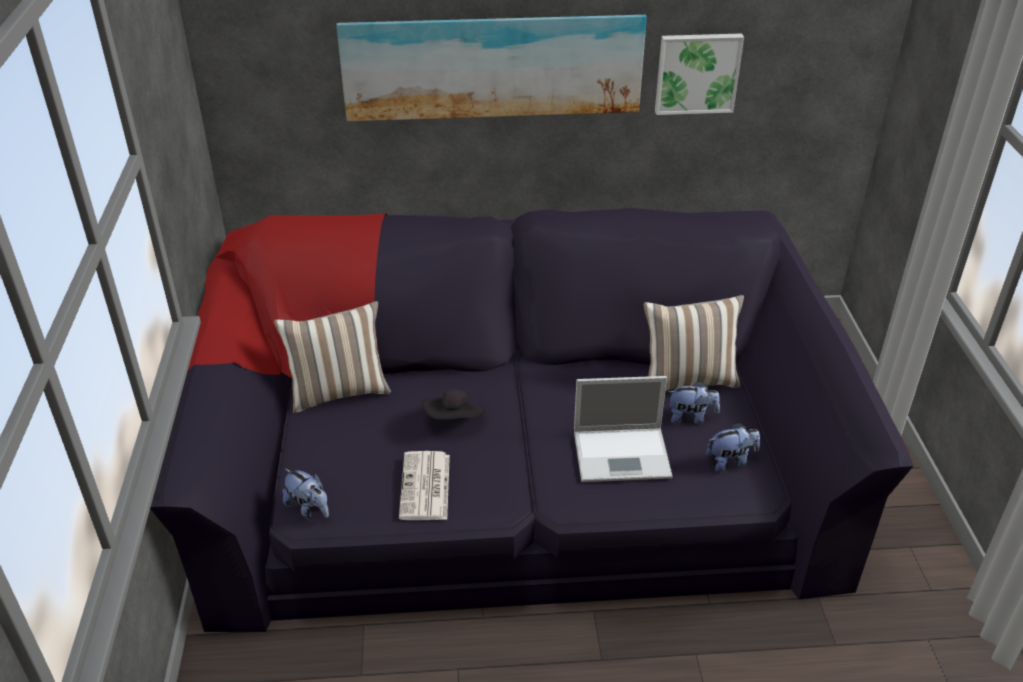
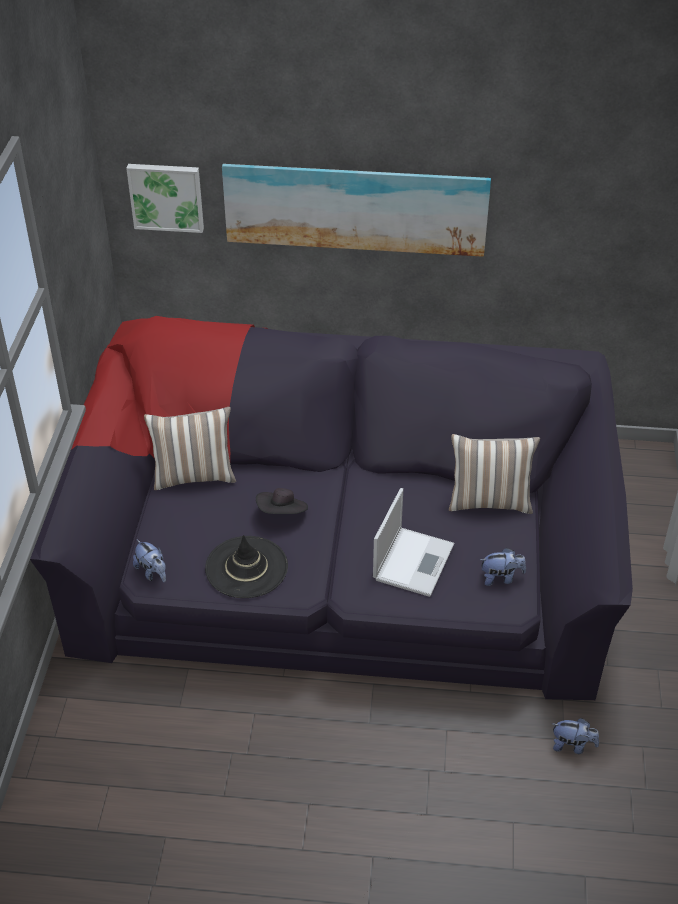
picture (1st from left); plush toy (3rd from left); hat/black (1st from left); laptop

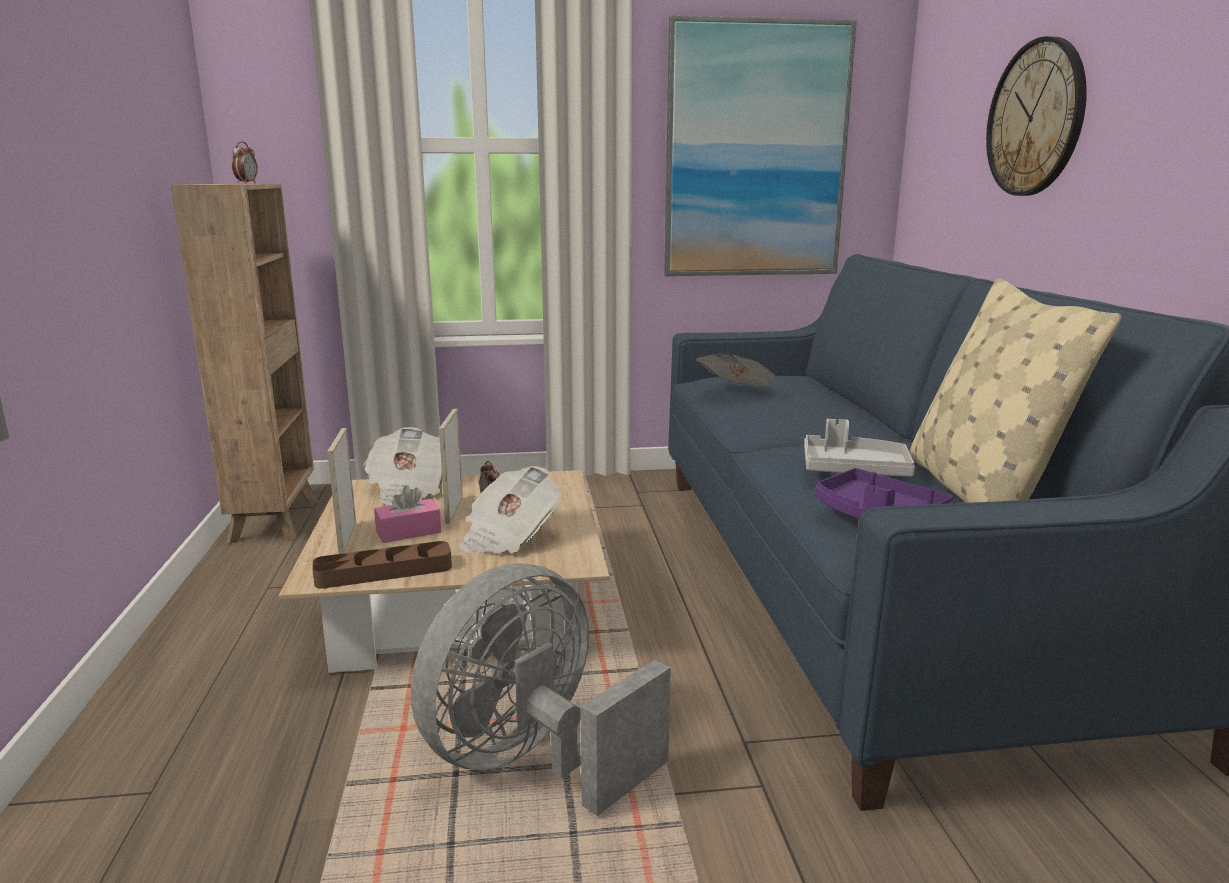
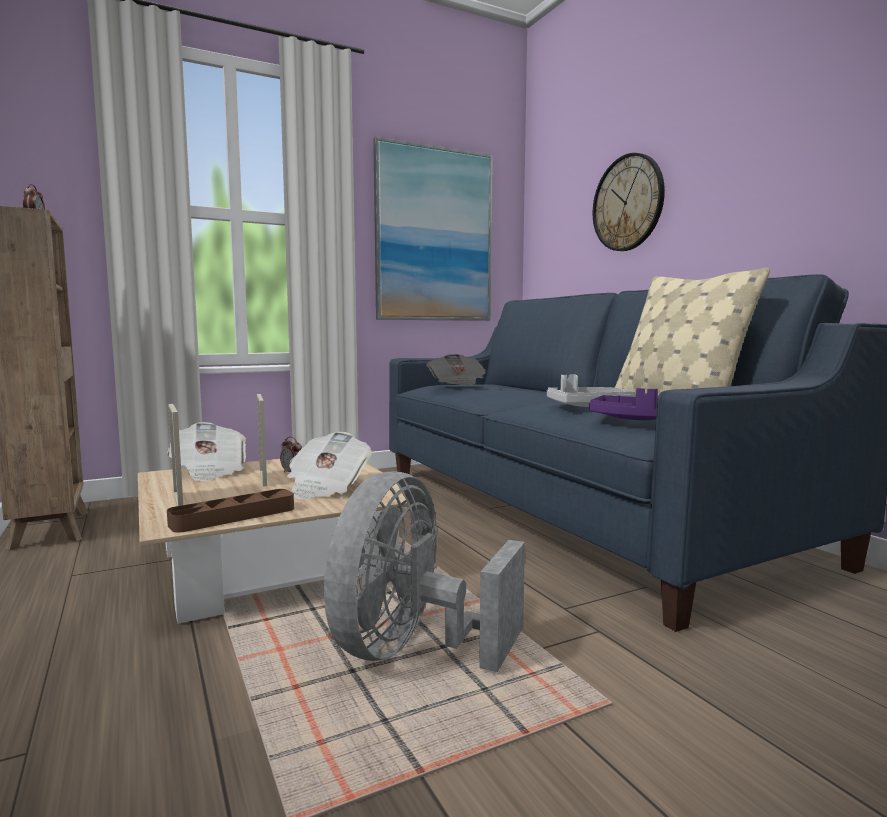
tissue box/pink

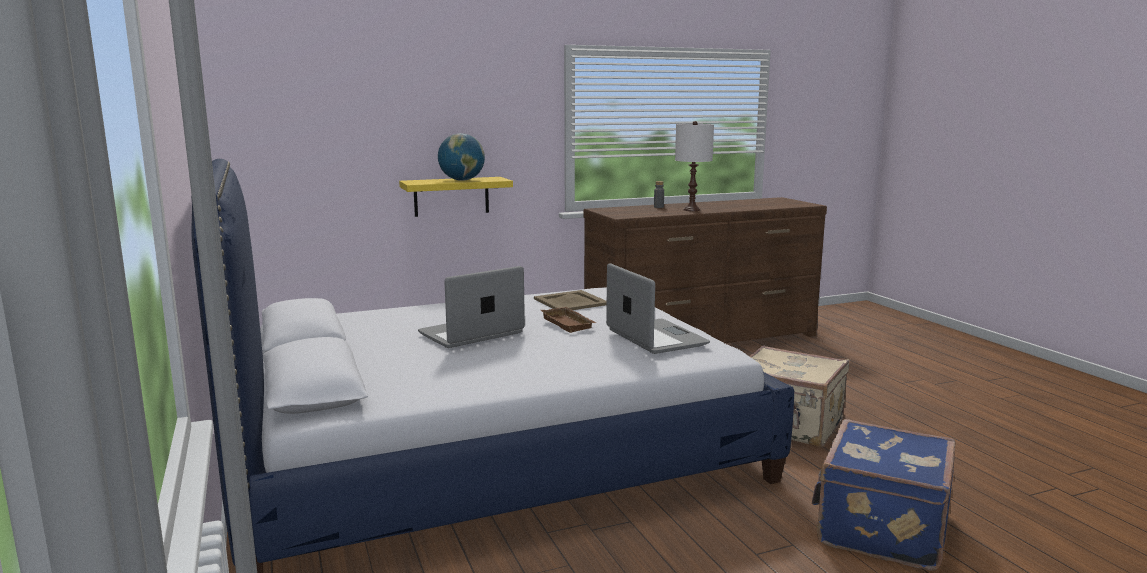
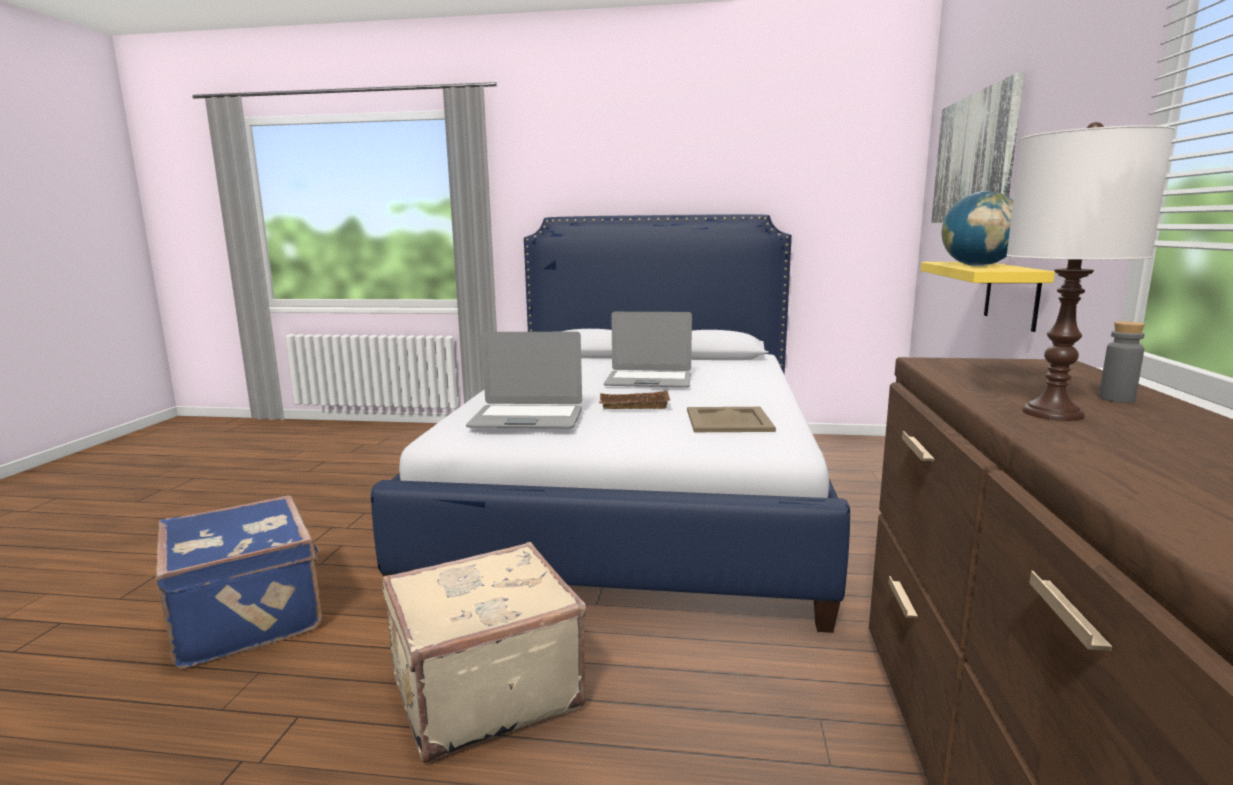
picture; laptop (2nd from left)

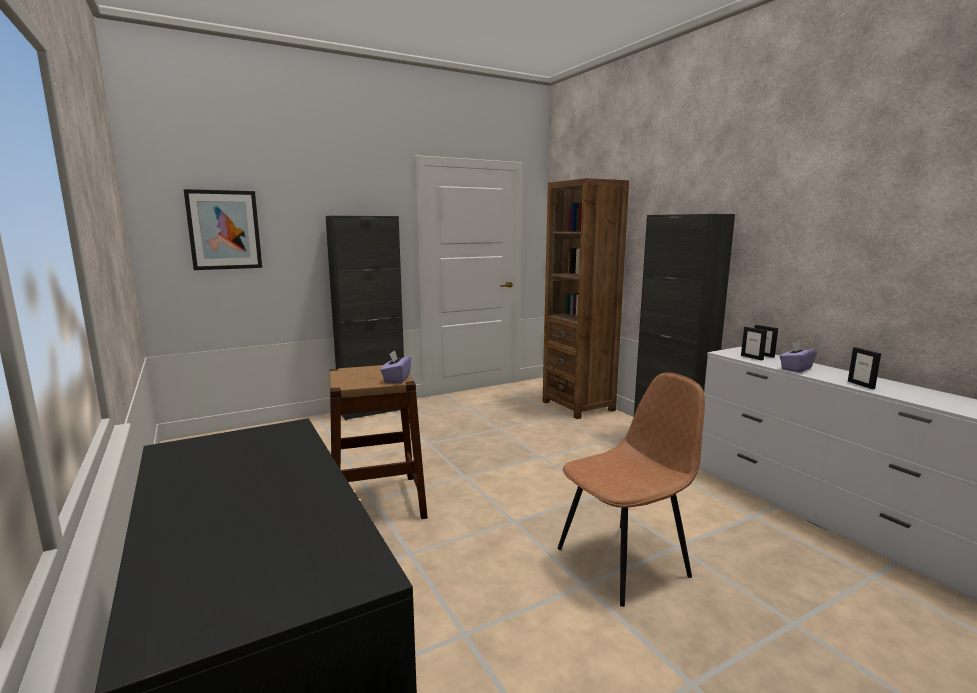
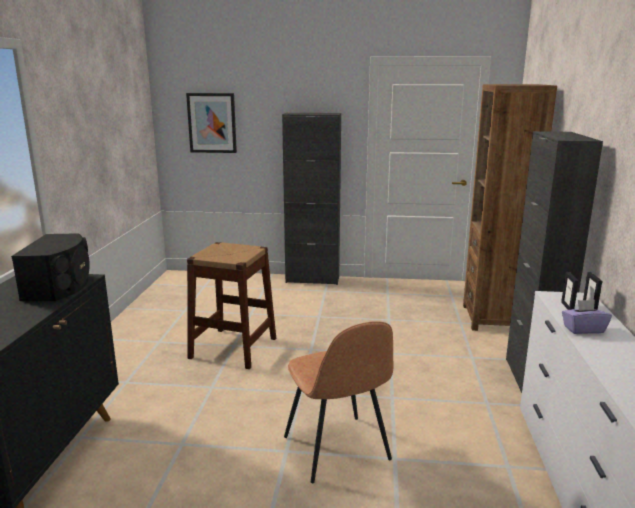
tissue box/purple (1st from left in the first image); picture frame (3rd from left in the first image); speaker/black; chair/brown

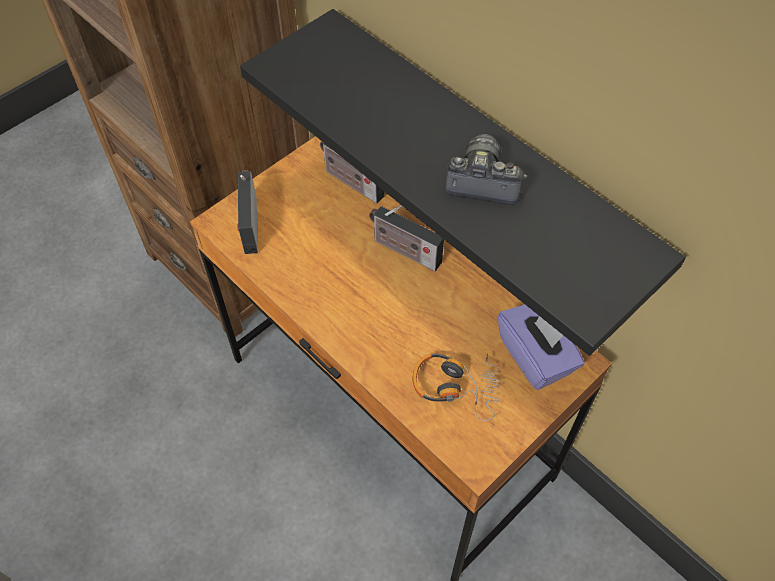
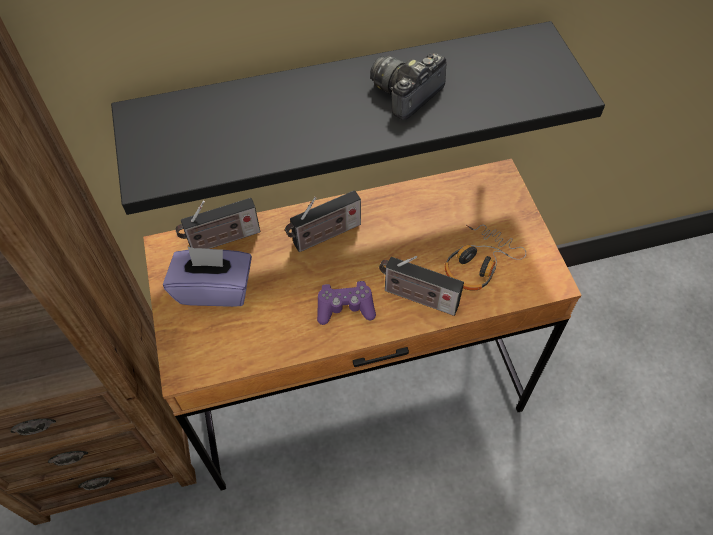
game controller/purple; radio (3rd from left); tissue box/purple

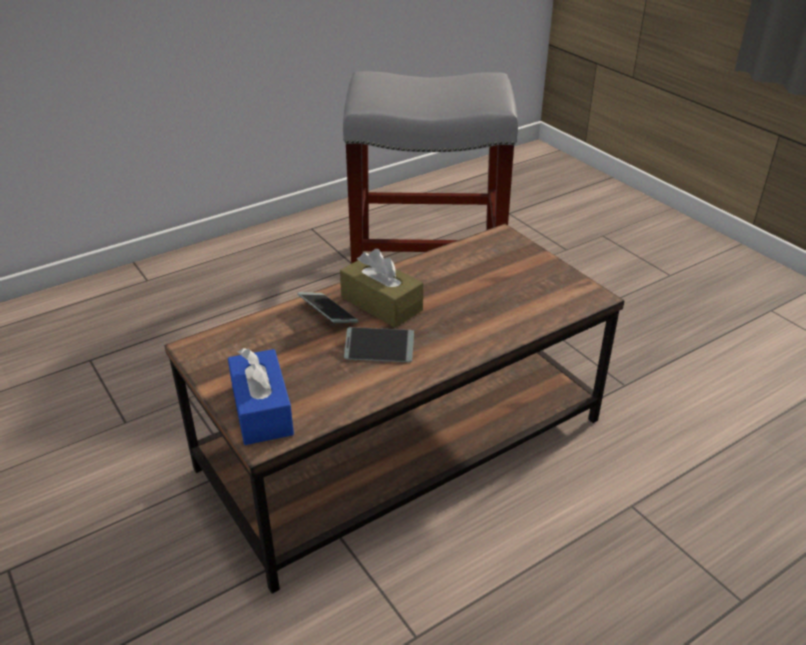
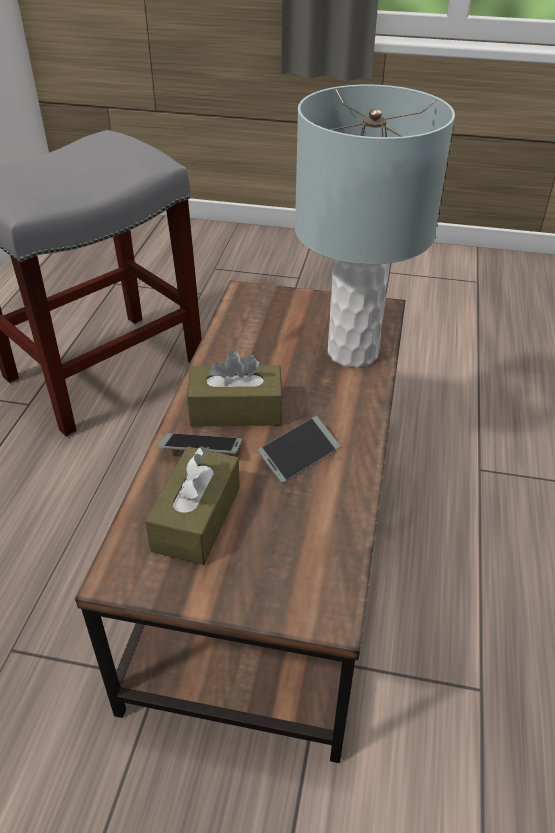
tissue box/blue; tissue box/brown (1st from left); table lamp/grey

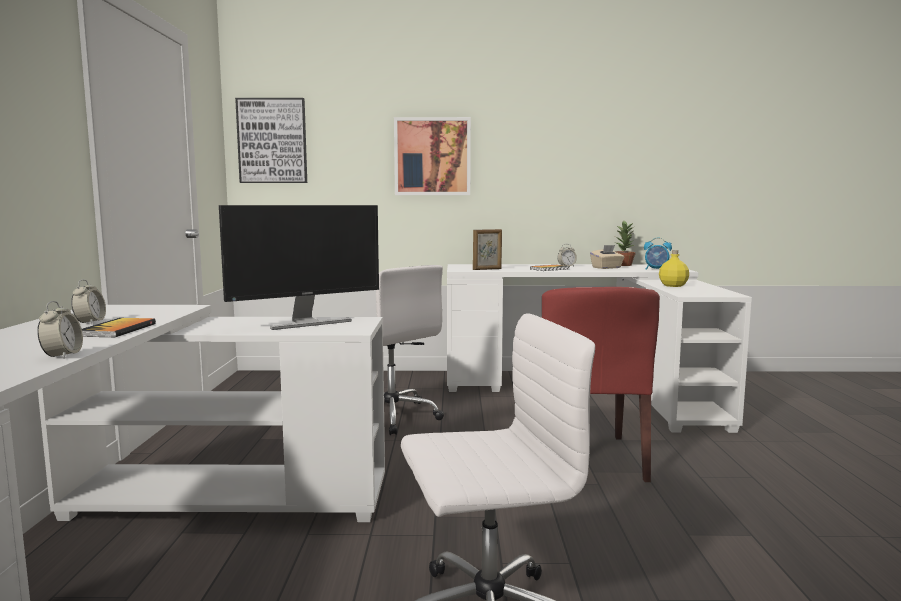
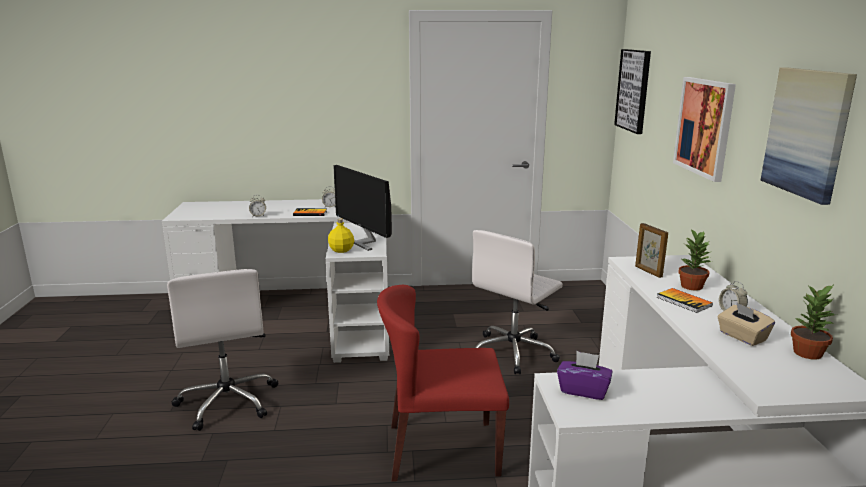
alarm clock (4th from left in the first image); tissue box/purple; potted plant (1st from left); picture (3rd from left); bottle/yellow

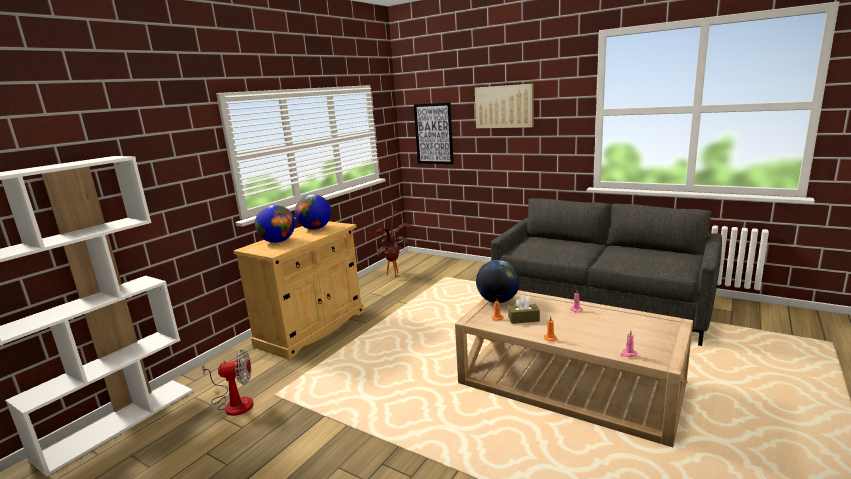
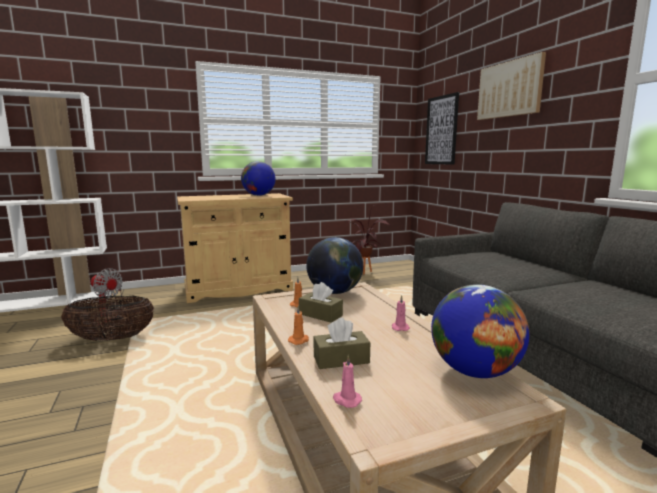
basket; tissue box/brown (2nd from left); globe (3rd from left)

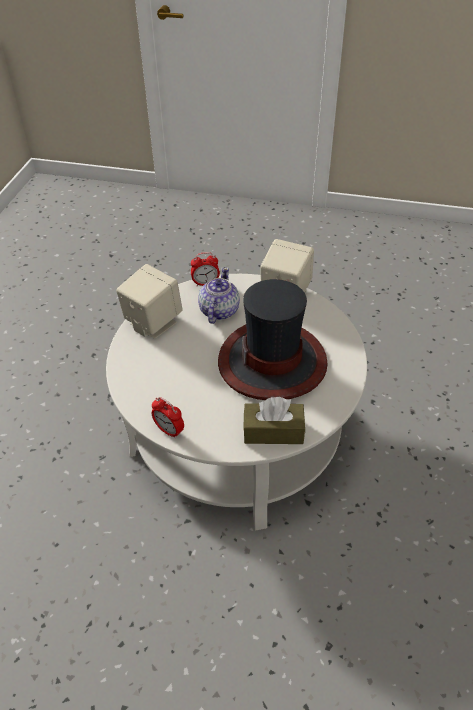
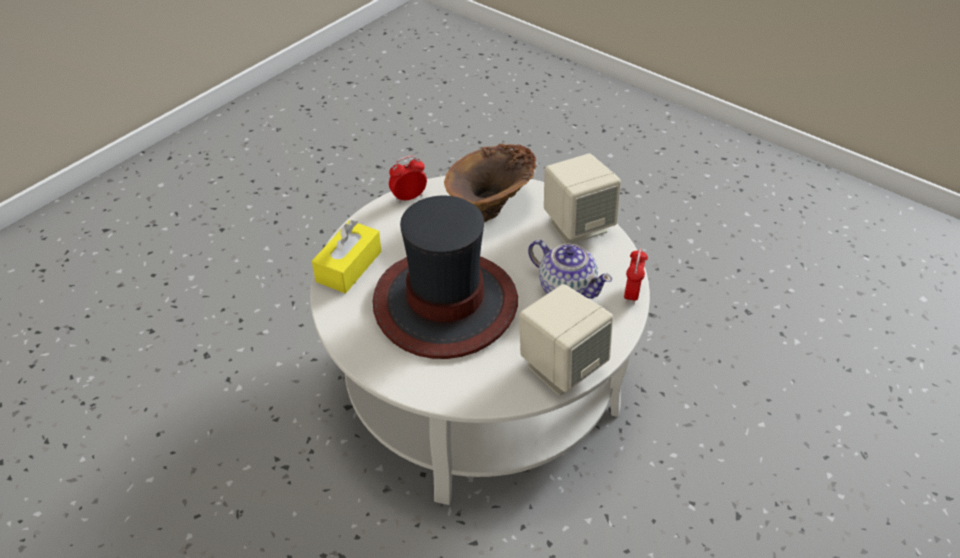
vase/brown; tissue box/yellow

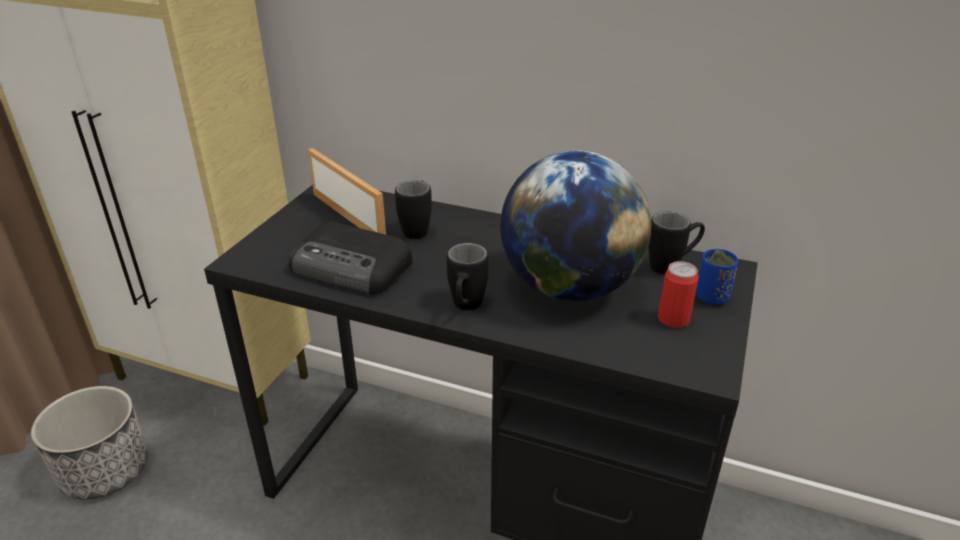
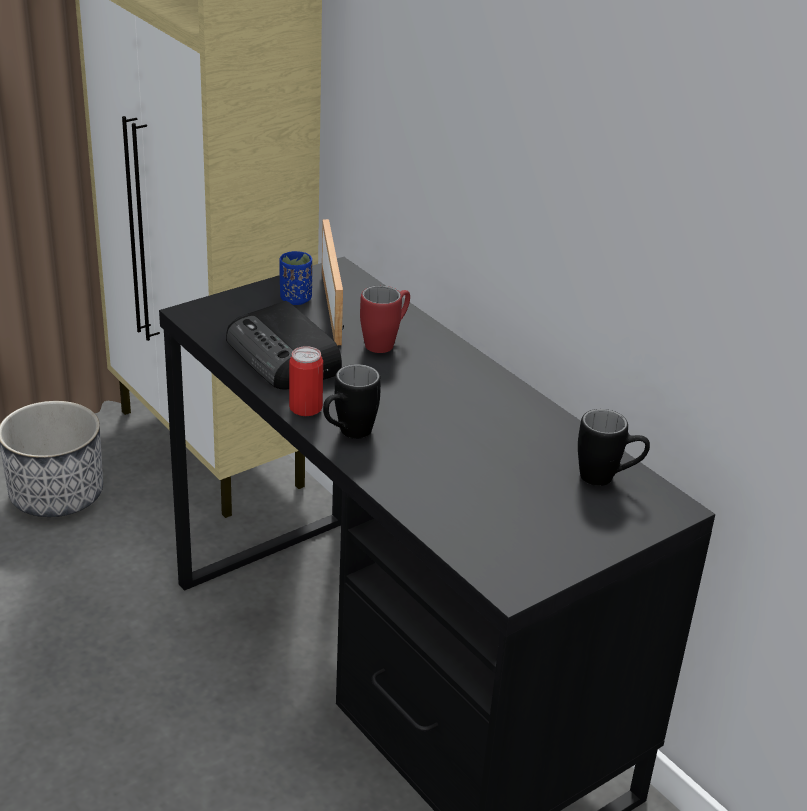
globe; can; cup/blue; mug/red

